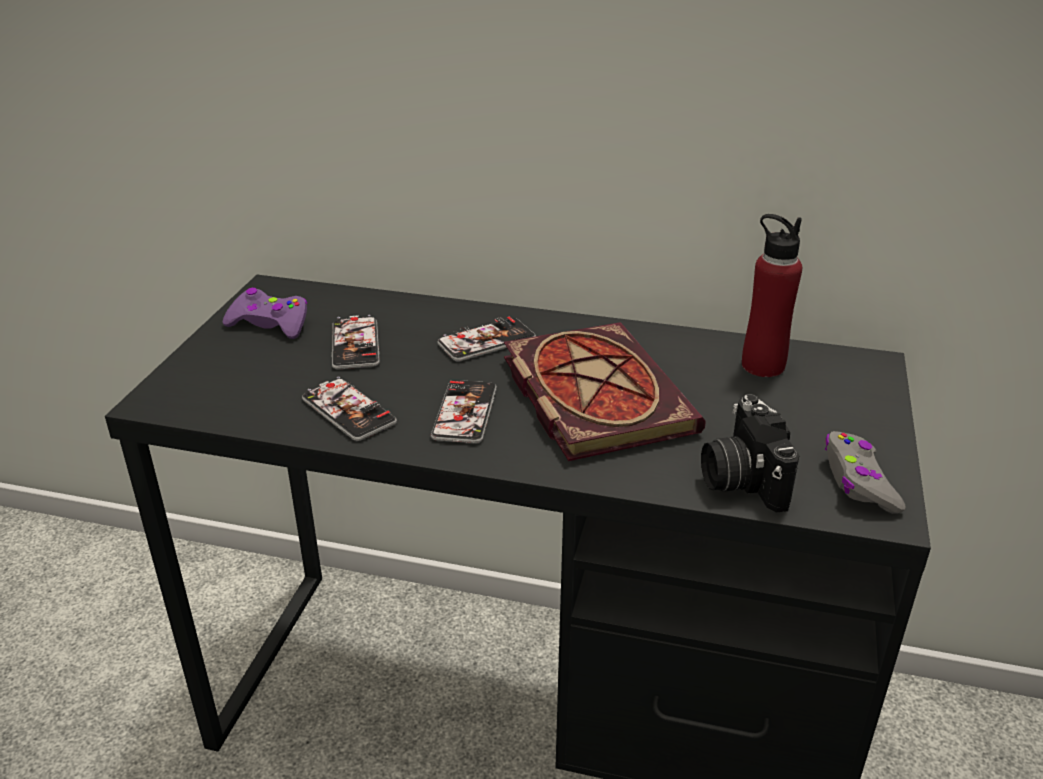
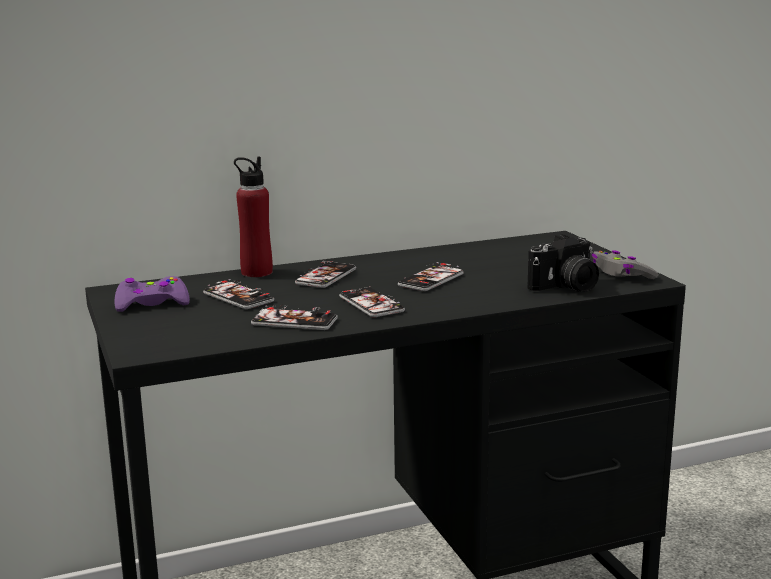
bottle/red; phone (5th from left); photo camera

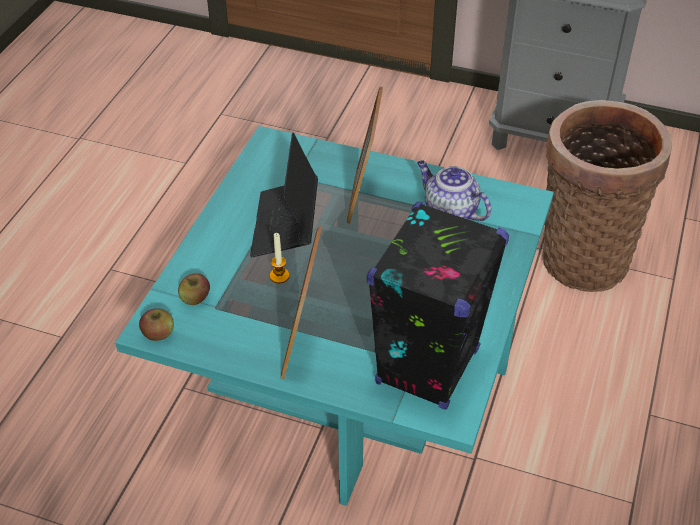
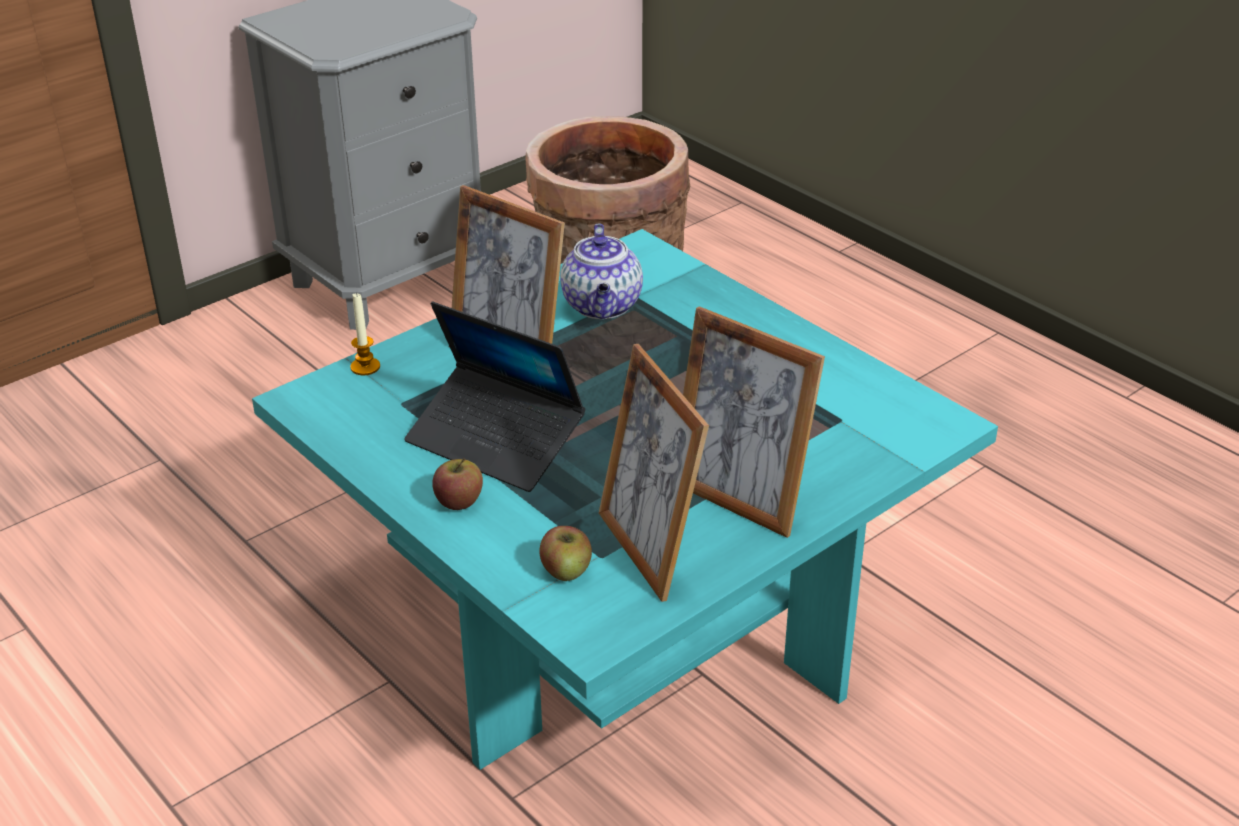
speaker/black; picture frame (2nd from left); apple (1st from left); candle; teapot

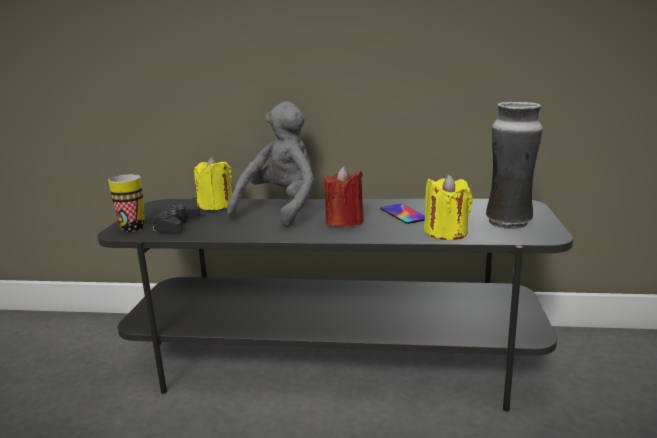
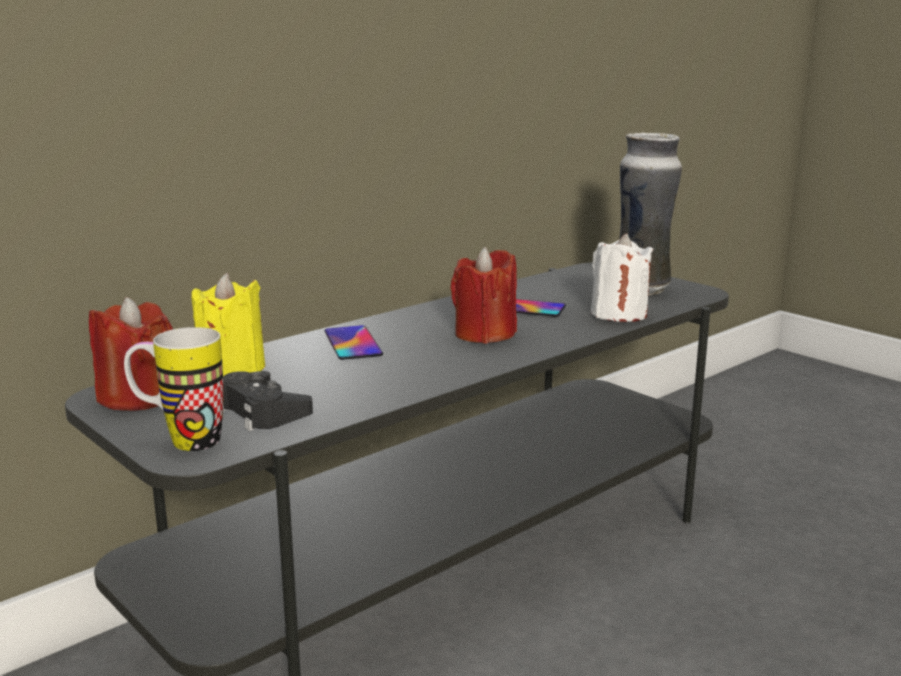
candle/red (1st from left); phone (1st from left); candle/white

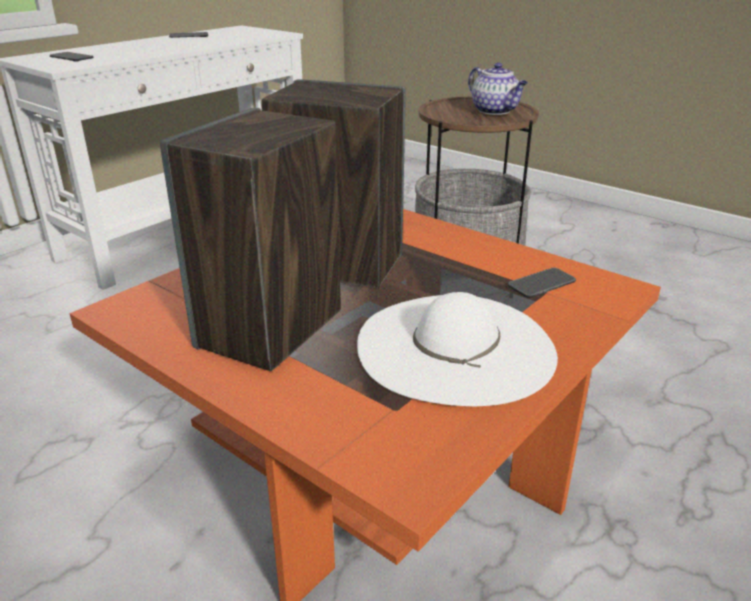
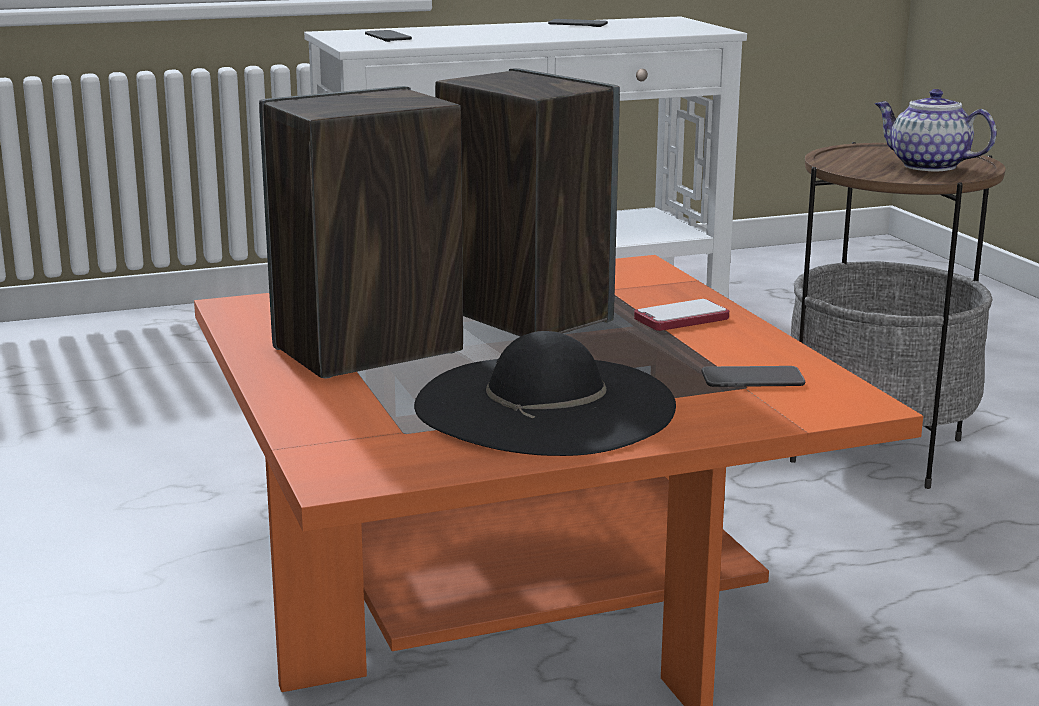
phone (3rd from left); hat/black; teapot

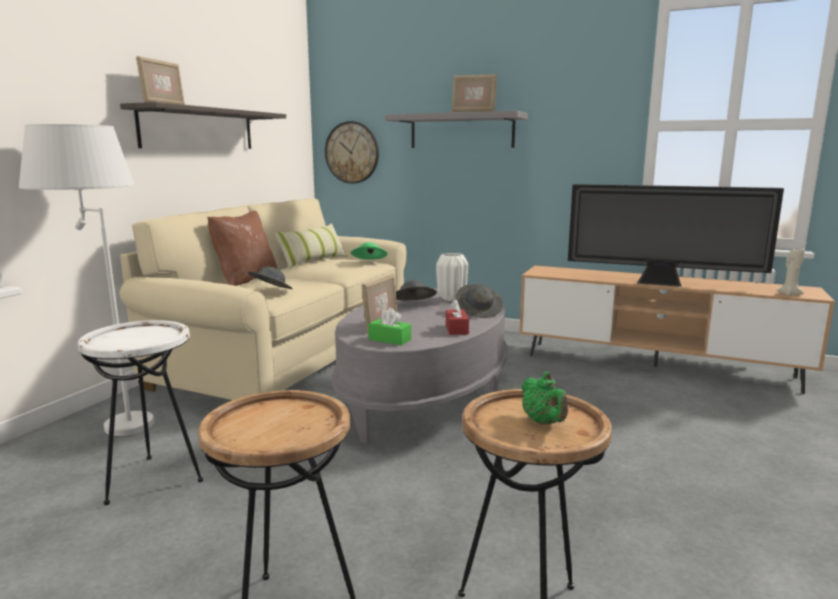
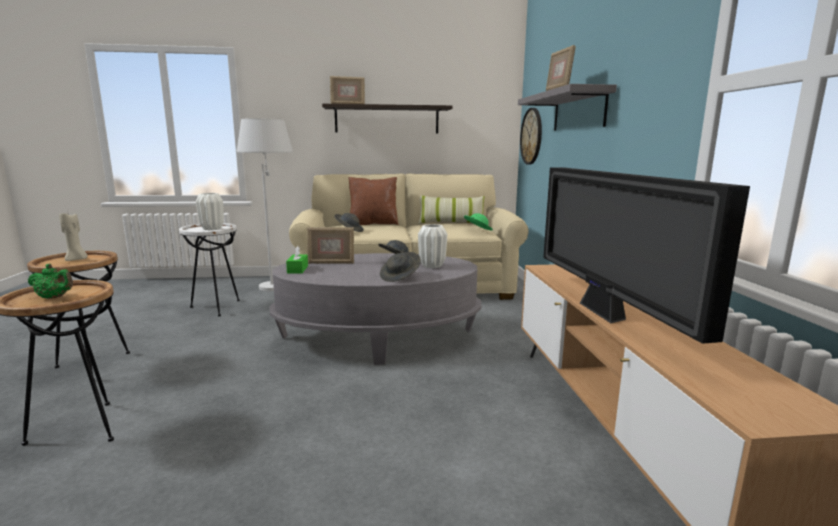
tissue box/red; vase/white (1st from left); candle/beige; teapot/green

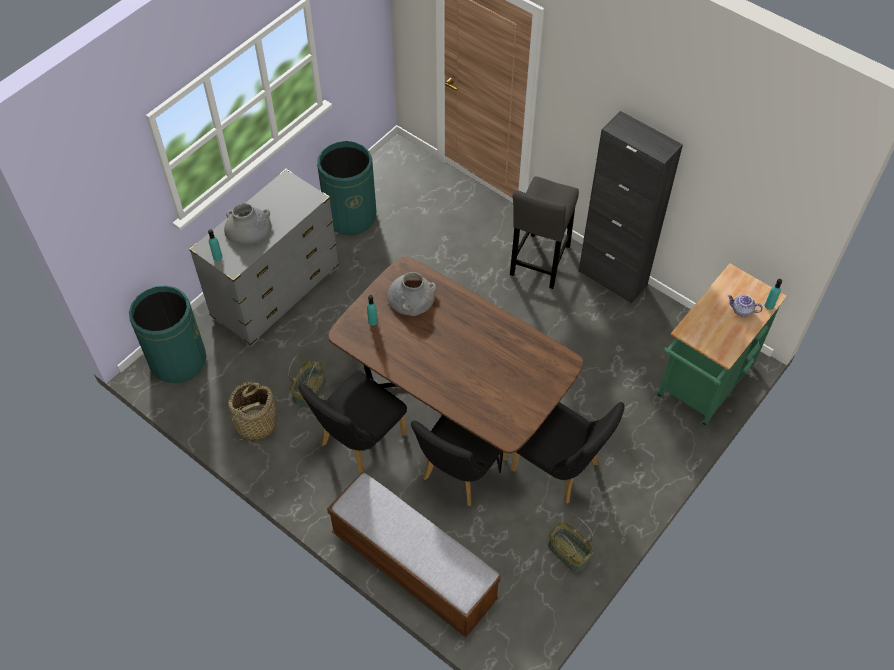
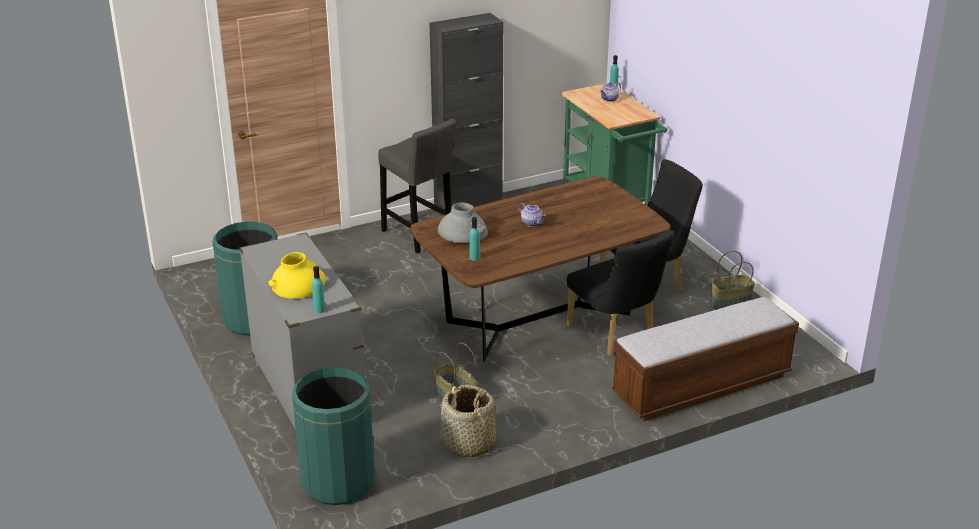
chair/black (1st from left in the first image); teapot (1st from left); vase/yellow

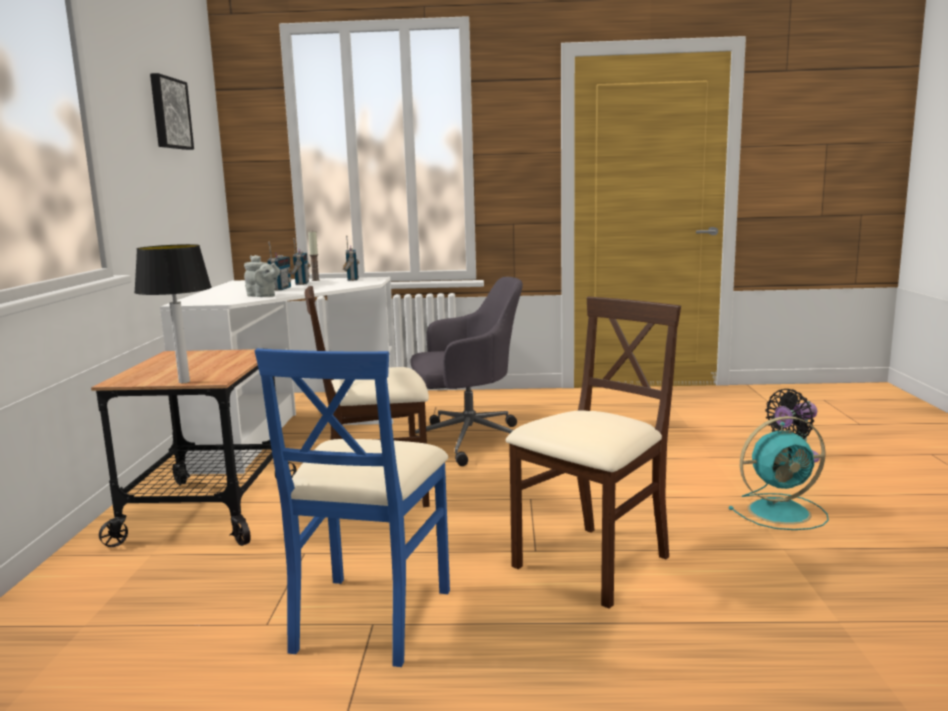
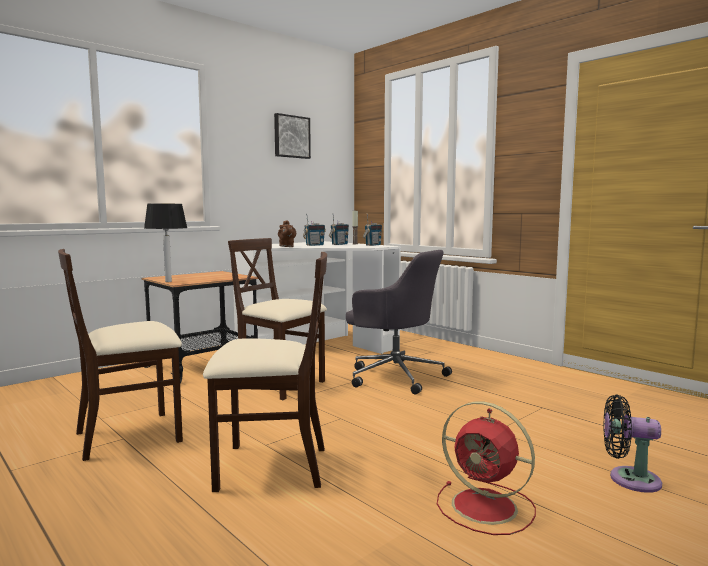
teapot/brown; chair/beige (1st from left); fan/red

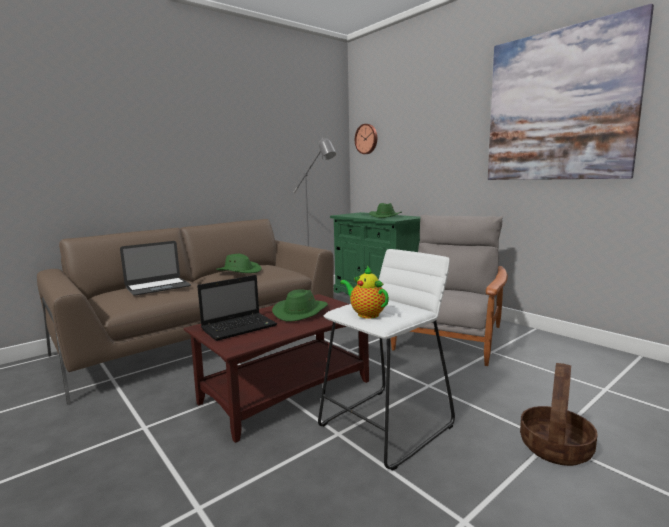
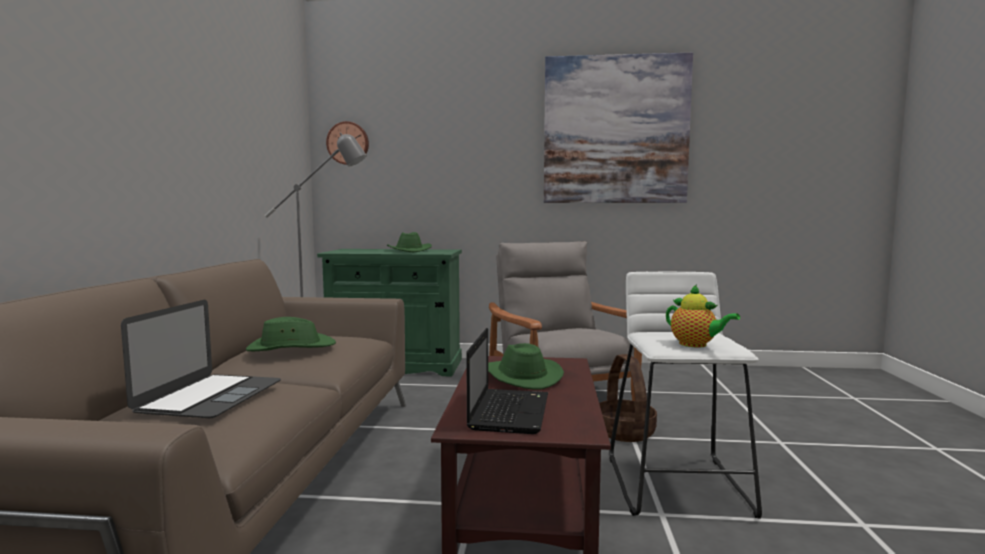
basket; teapot

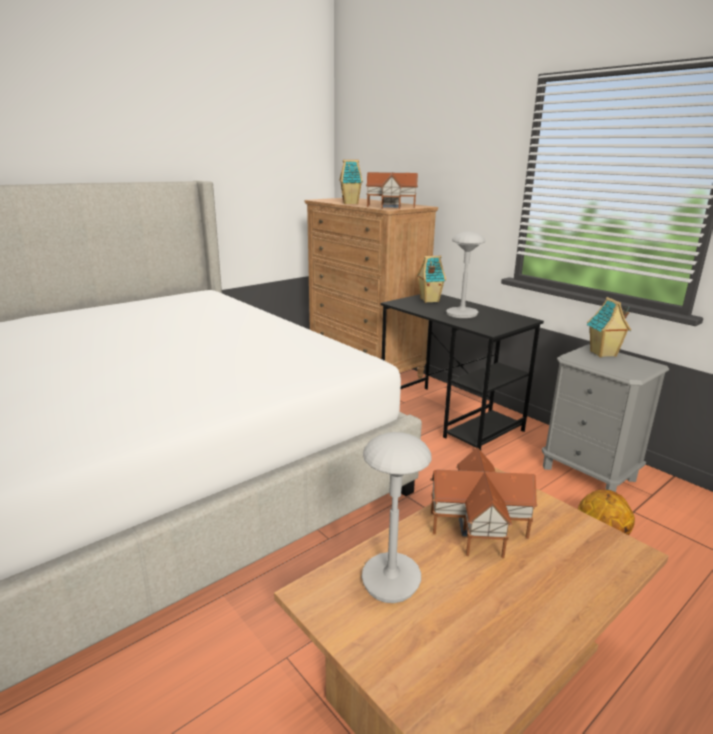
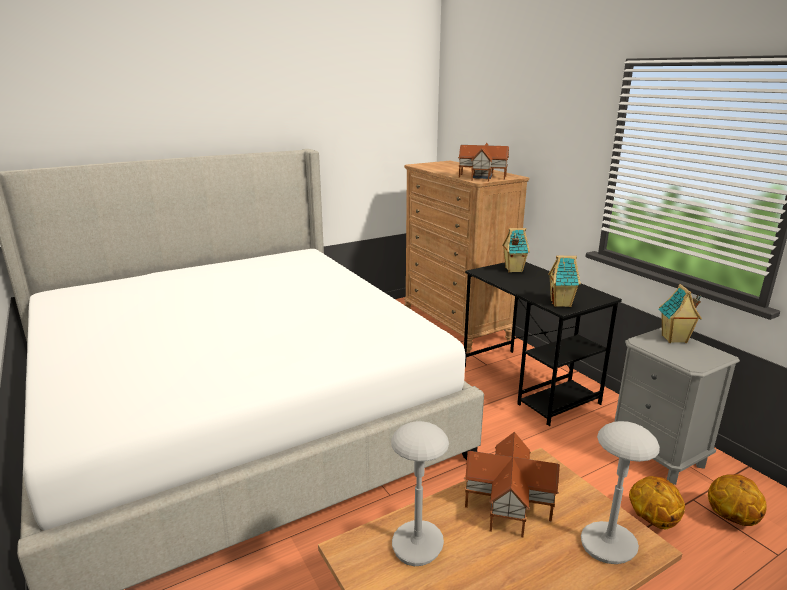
basketball (2nd from left); toy house (4th from left); table lamp/grey (2nd from left)

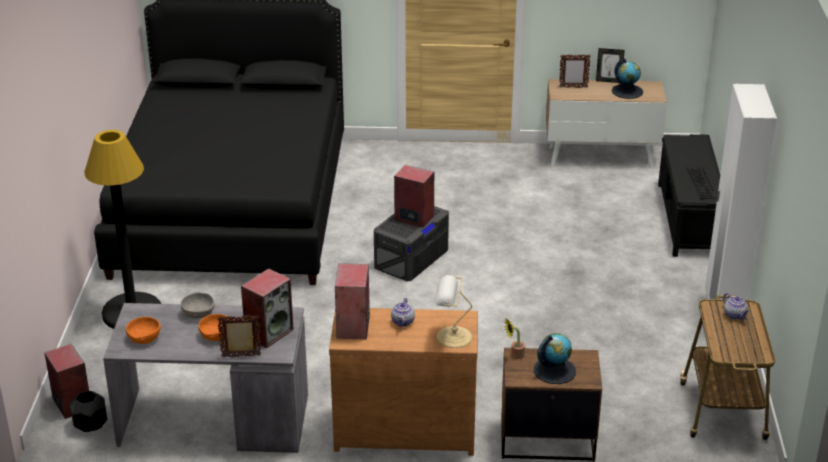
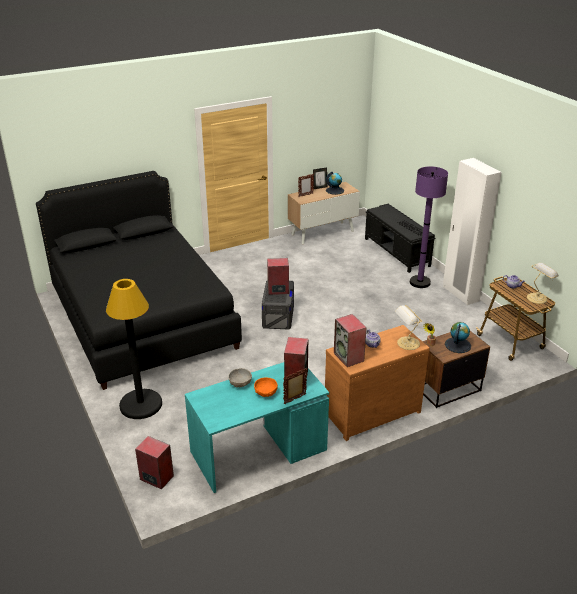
planter/black; bowl/orange (1st from left in the first image); floor lamp/purple; table lamp (2nd from left); desk/turquoise

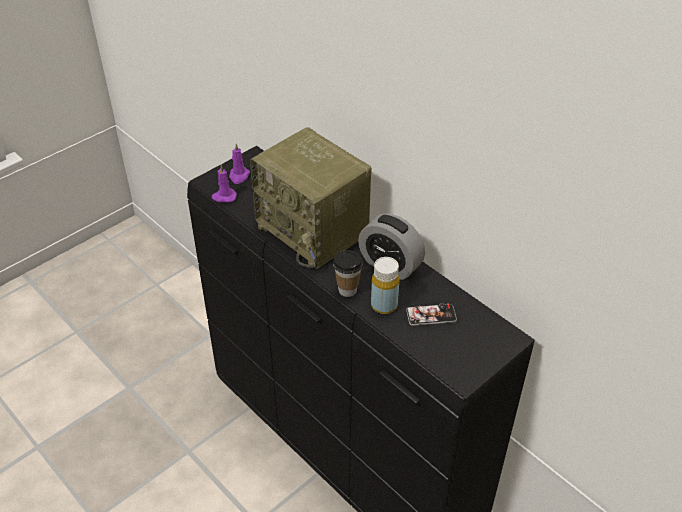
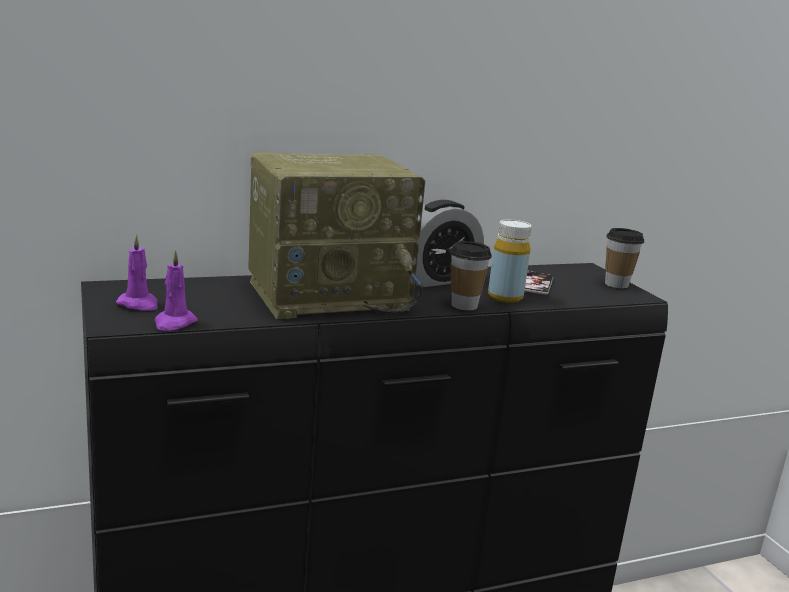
cup (2nd from left)

